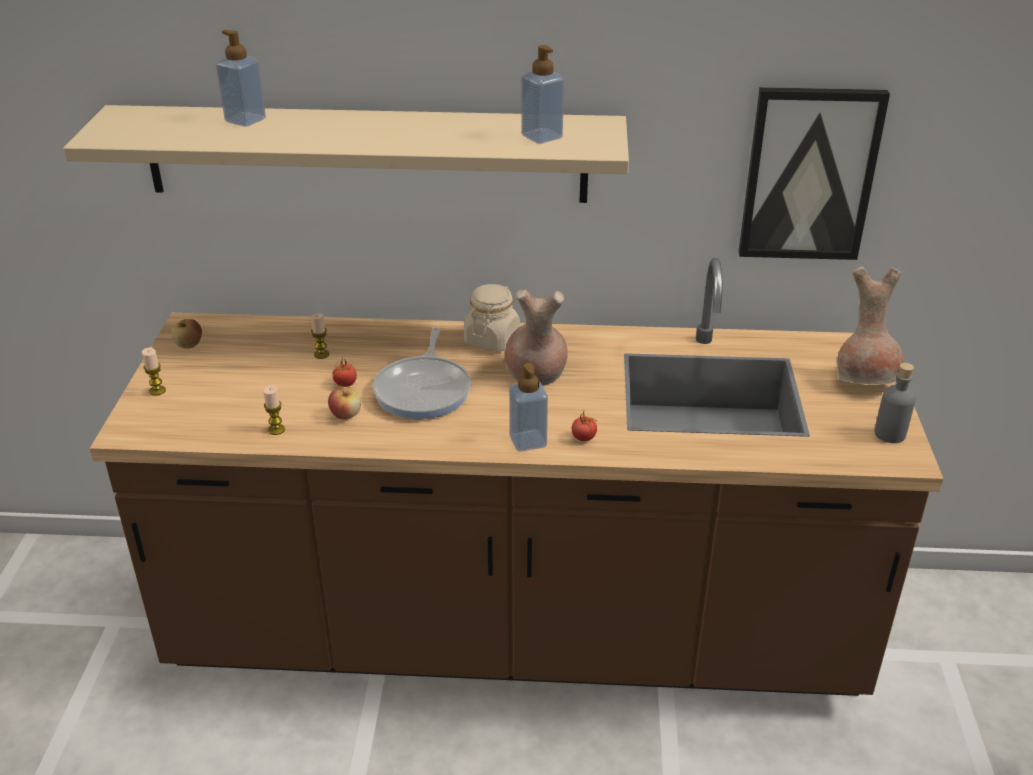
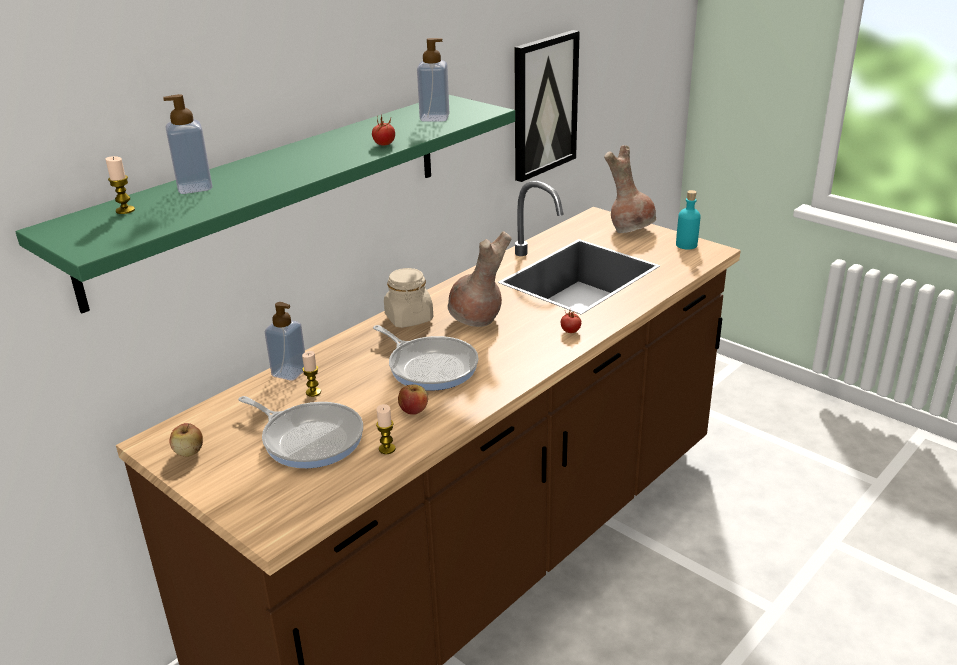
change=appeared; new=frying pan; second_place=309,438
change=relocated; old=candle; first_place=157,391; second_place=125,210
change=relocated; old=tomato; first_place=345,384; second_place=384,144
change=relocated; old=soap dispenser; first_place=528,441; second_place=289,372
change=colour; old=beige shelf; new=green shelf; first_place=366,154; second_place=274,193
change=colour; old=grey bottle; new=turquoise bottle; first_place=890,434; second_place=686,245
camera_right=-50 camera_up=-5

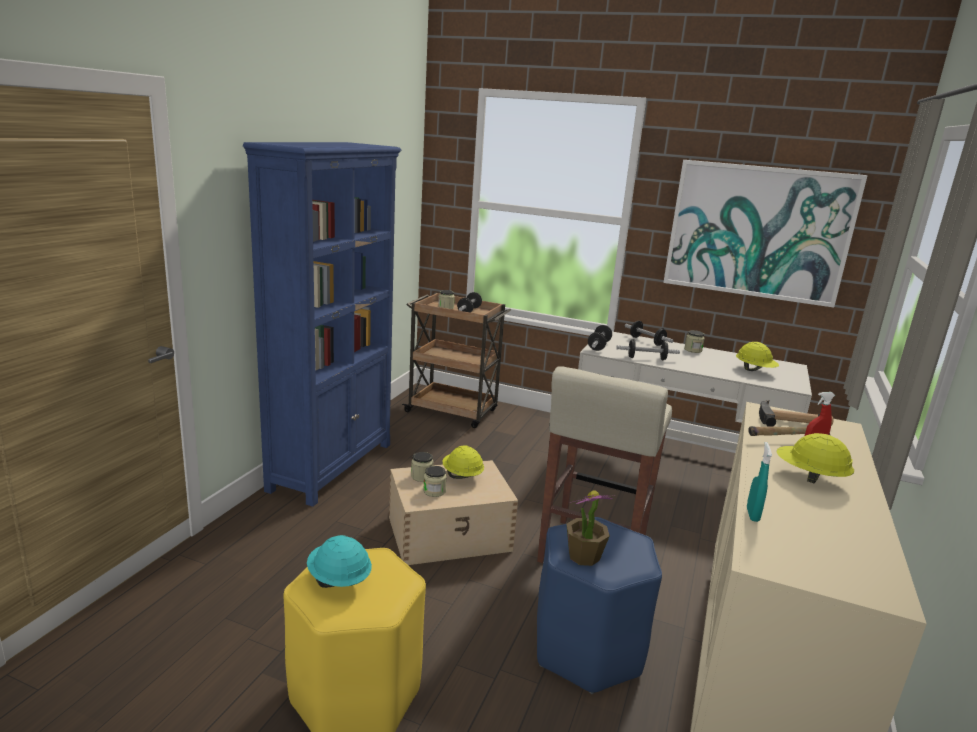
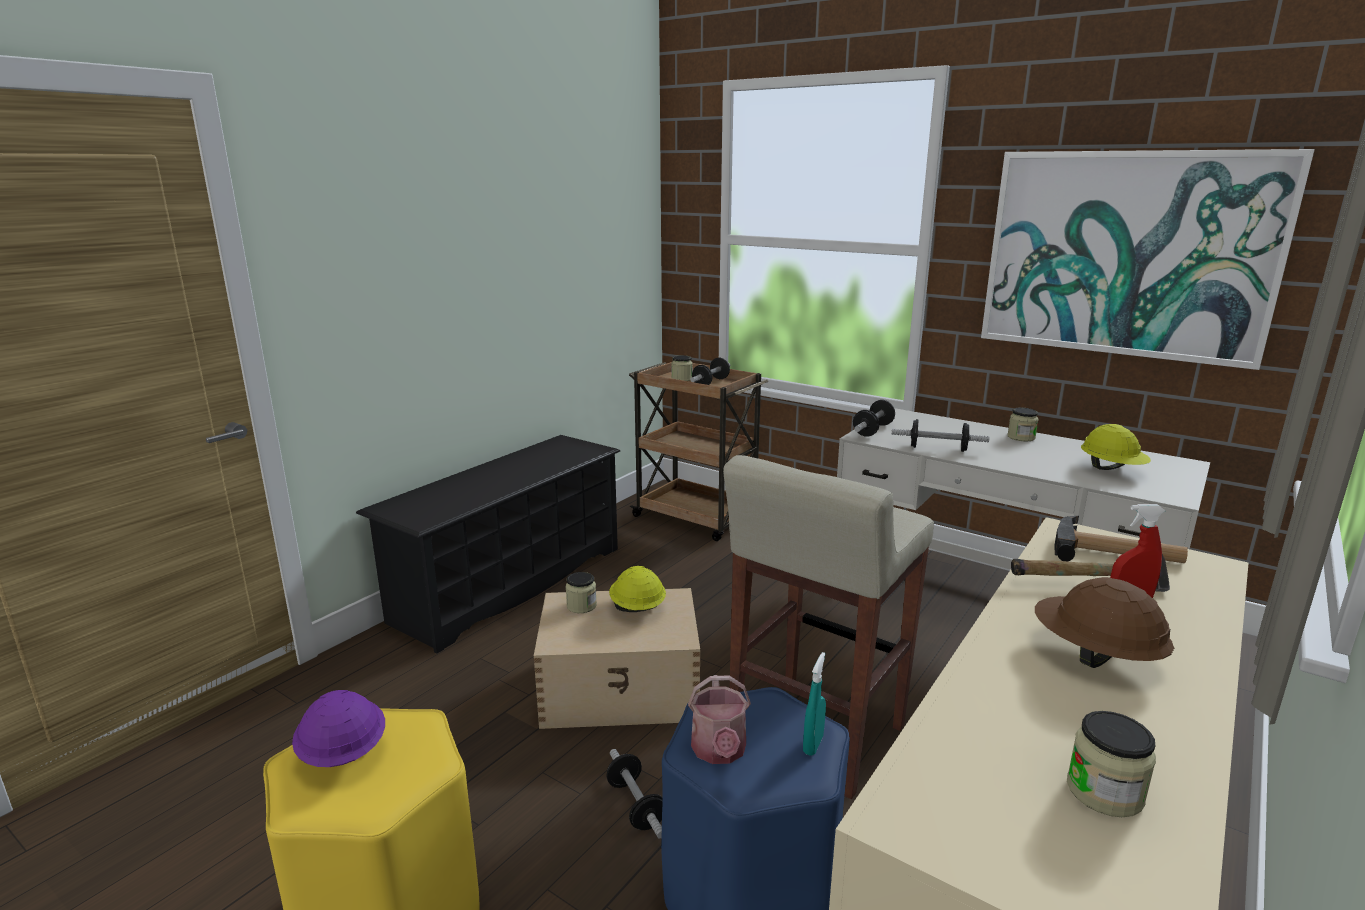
change=relocated; old=jar; first_place=434,491; second_place=1104,792
change=relocated; old=dumbbell; first_place=647,341; second_place=636,805
change=relocated; old=turquoise spray bottle; first_place=752,515; second_place=813,744
change=exchanged; old=blue bookcase; new=black shoe rack; first_place=332,466; second_place=510,583
change=exchanged; old=potted plant; new=watering can; first_place=583,556; second_place=719,751
change=colour; old=turquoise hard hat; new=purple hard hat; first_place=338,580; second_place=343,753
change=colour; old=yellow hard hat; new=brown hard hat; first_place=809,477; second_place=1094,655
camera_right=15 camera_up=0

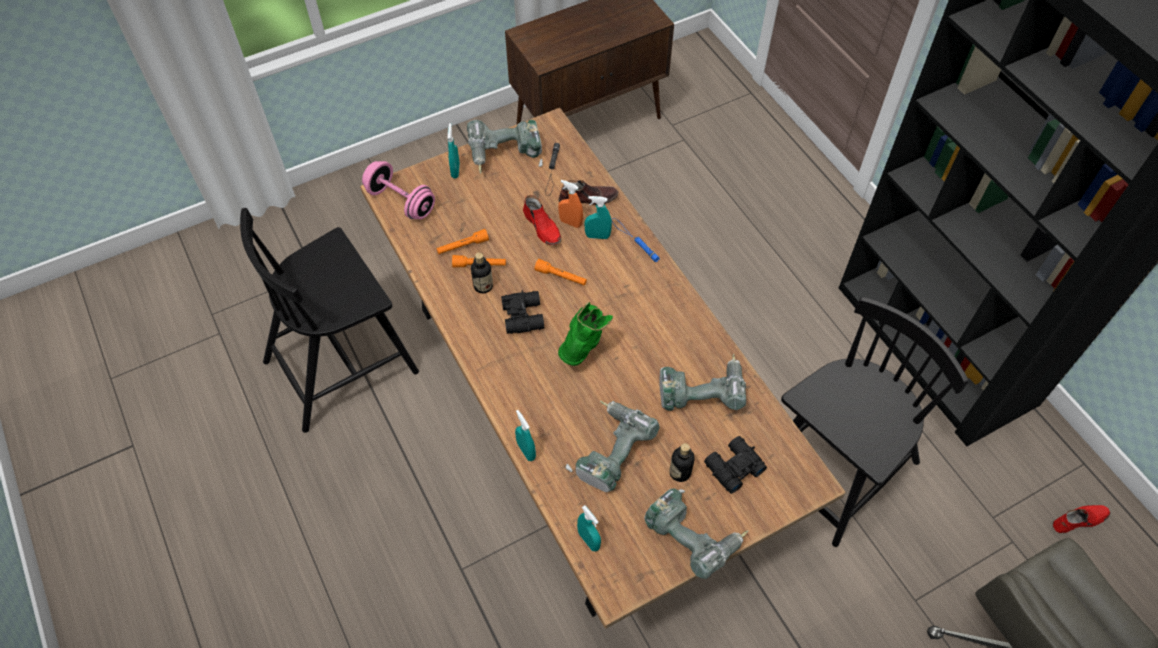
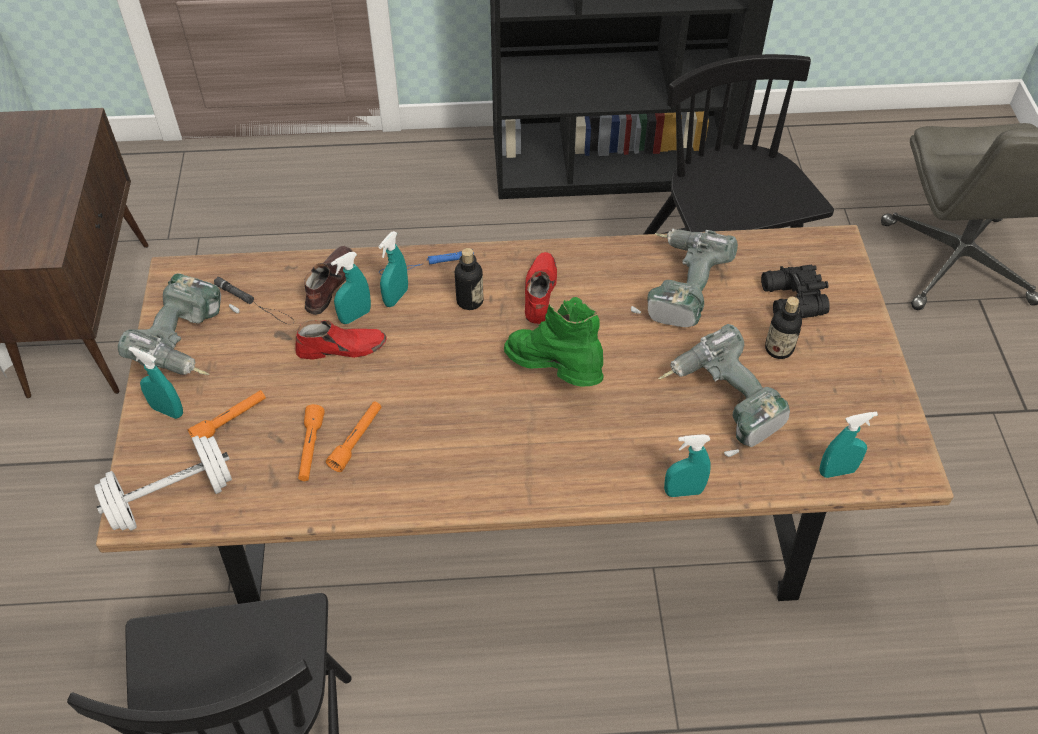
change=missing; old=black binoculars; first_place=524,315
change=missing; old=power drill; first_place=693,536
change=relocated; old=bottle; first_place=483,286; second_place=470,301
change=relocated; old=orange flashlight; first_place=561,277; second_place=230,421
change=relocated; old=red shoe; first_place=1078,519; second_place=539,292
change=colour; old=pink dumbbell; new=white dumbbell; first_place=401,202; second_place=172,498
change=colour; old=orange spray bottle; new=turquoise spray bottle; first_place=570,222; second_place=355,316
camera_right=-65 camera_up=-5

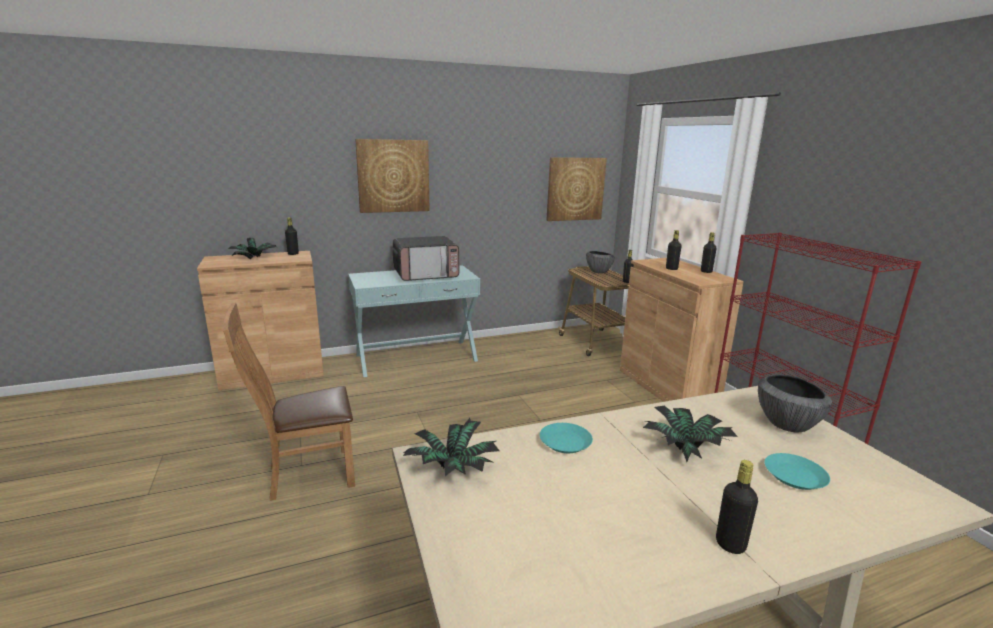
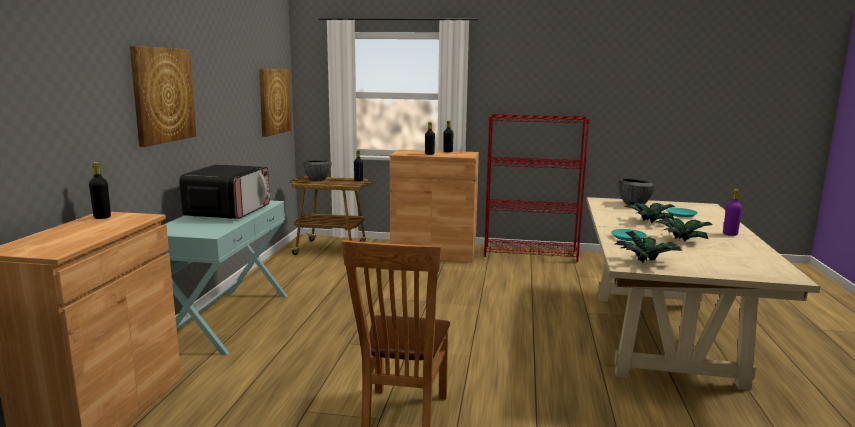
change=relocated; old=potted plant; first_place=255,259; second_place=682,240
change=colour; old=black bottle; new=purple bottle; first_place=730,544; second_place=730,234
camera_right=-60 camera_up=-5

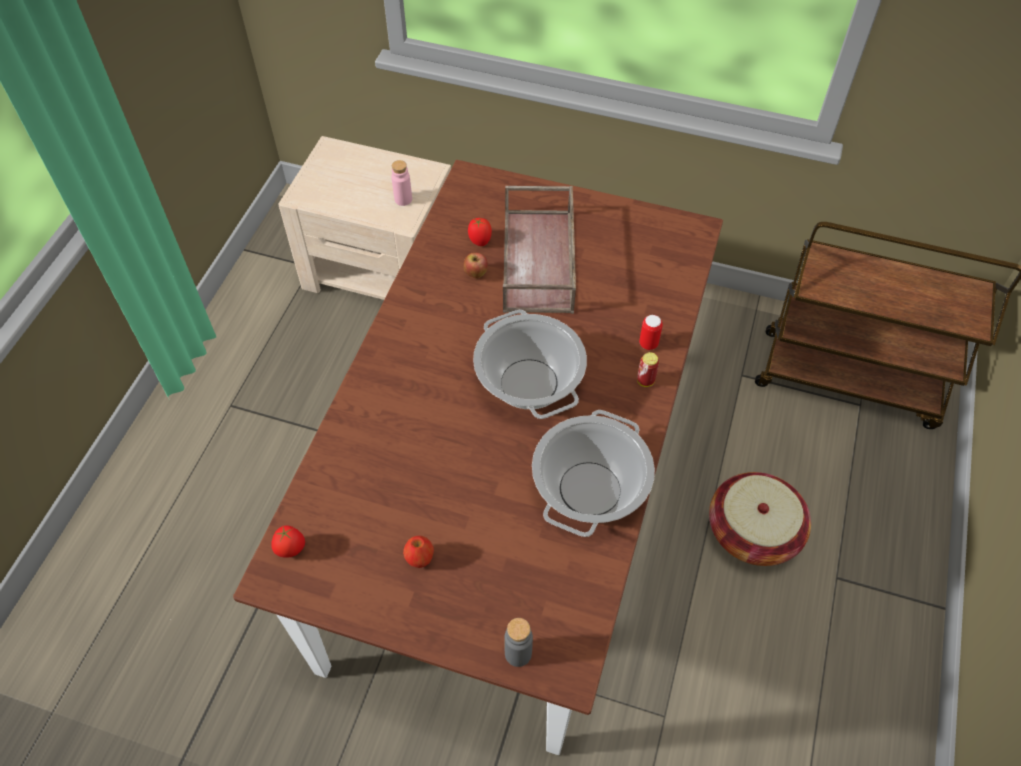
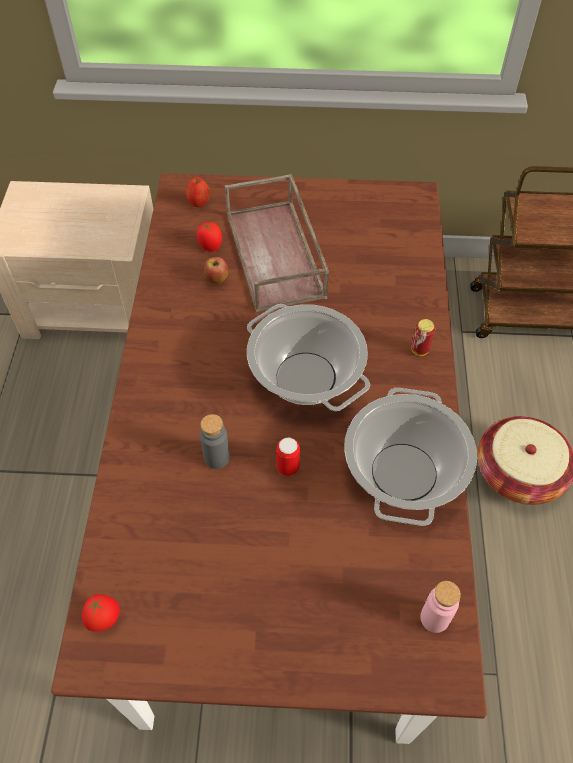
change=relocated; old=pink bottle; first_place=403,199; second_place=434,618
change=relocated; old=apple; first_place=419,559; second_place=199,203
change=relocated; old=grey bottle; first_place=518,653; second_place=217,457
change=relocated; old=can; first_place=648,344; second_place=288,467
camera_right=-15 camera_up=0

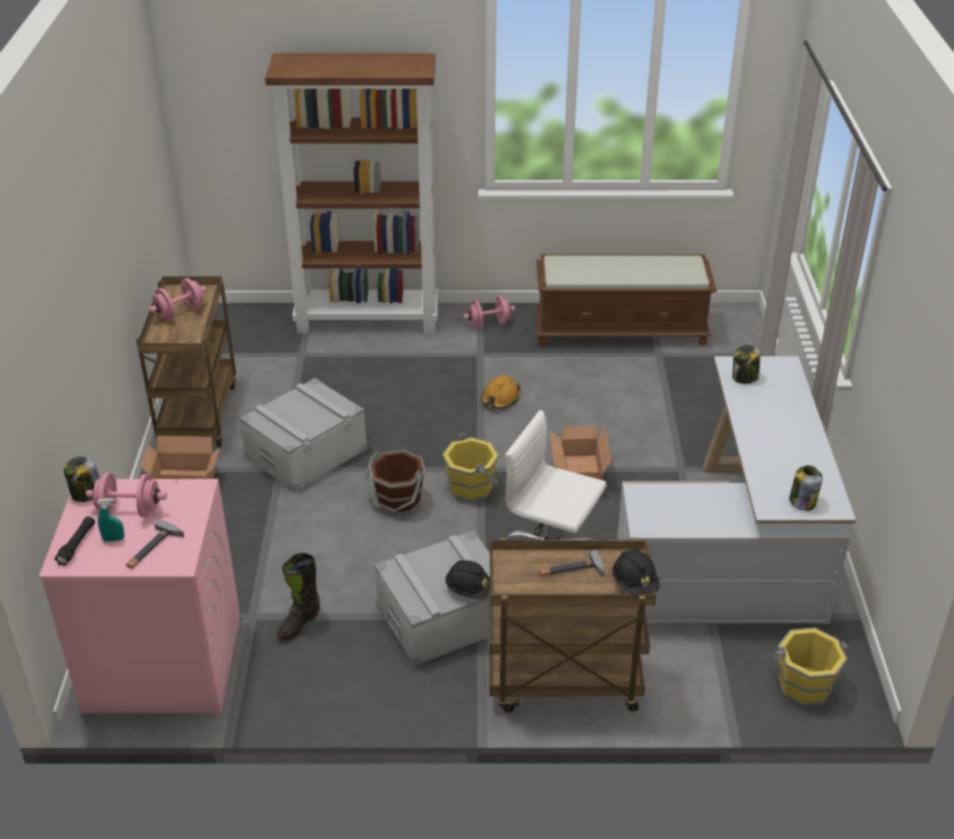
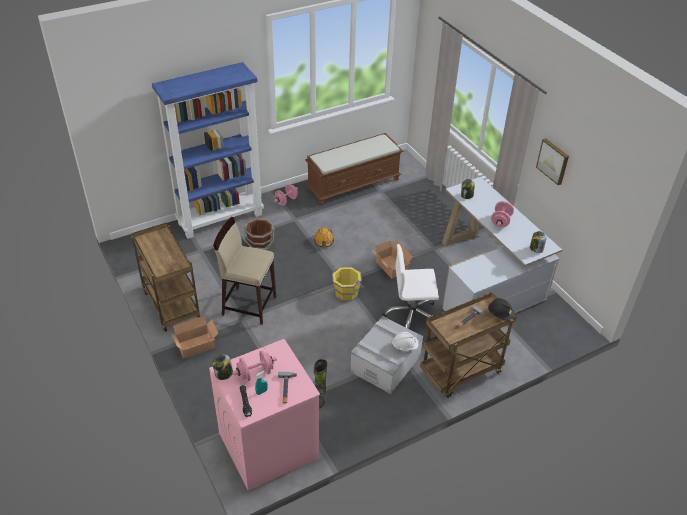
change=missing; old=yellow bucket; first_place=803,685
change=appeared; new=picture; second_place=553,161
change=relocated; old=pink dumbbell; first_place=180,313; second_place=500,221
change=relocated; old=brown bucket; first_place=398,501; second_place=260,244
change=exchanged; old=grey storage box; new=beige stool; first_place=306,453; second_place=249,305
change=colour; old=brown bookcase; new=blue bookcase; first_place=368,320; second_place=221,218
change=colour; old=black hard hat; new=white hard hat; first_place=469,590; second_place=404,346
camera_right=-30 camera_up=5

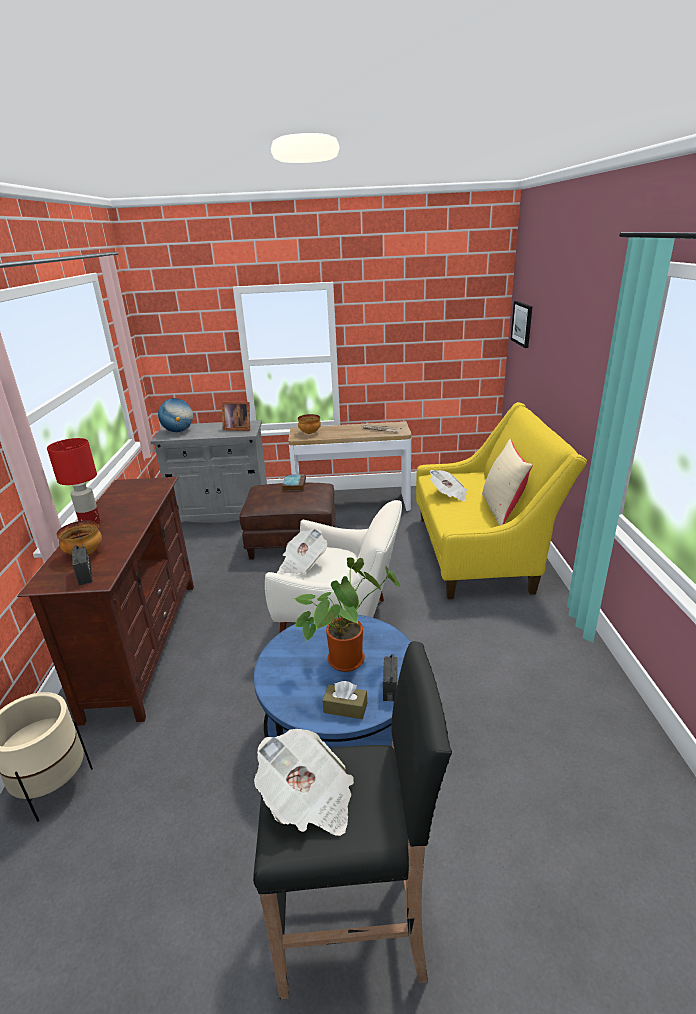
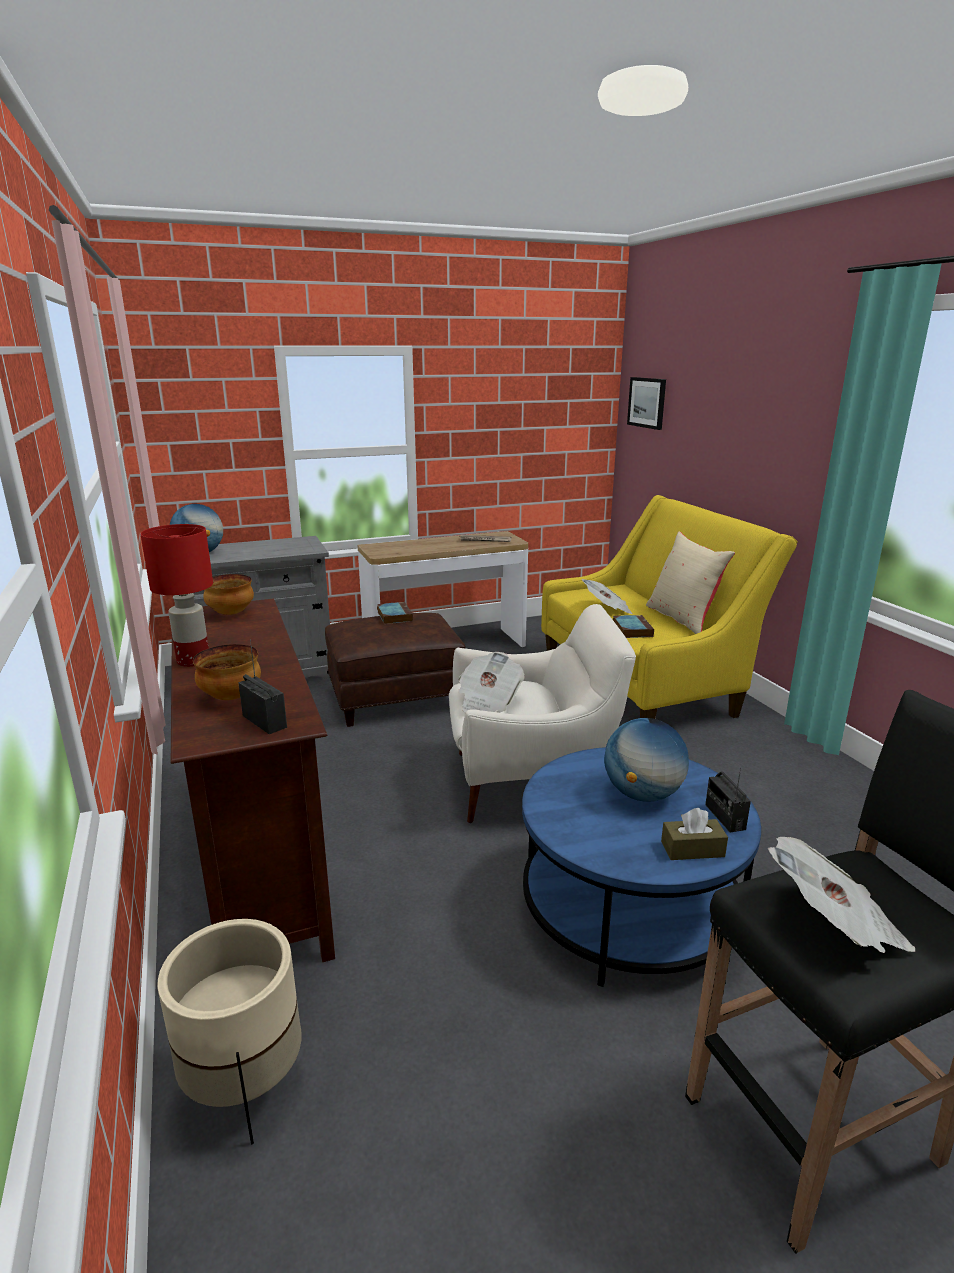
change=missing; old=picture frame; first_place=237,428
change=appeared; new=book; second_place=631,629
change=relocated; old=bowl; first_place=309,433; second_place=230,613
change=exchanged; old=potted plant; new=globe; first_place=347,657; second_place=642,794
camera_right=-20 camera_up=-5

